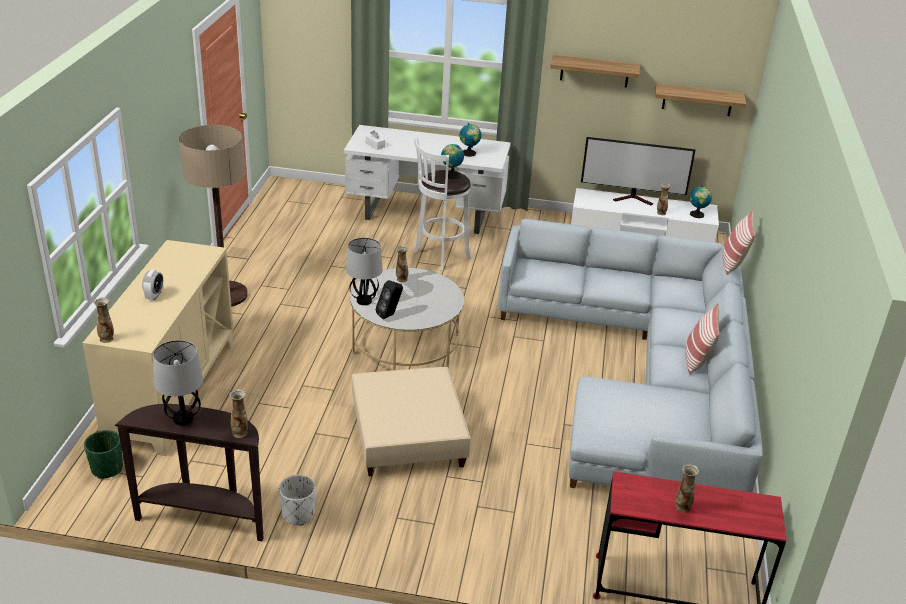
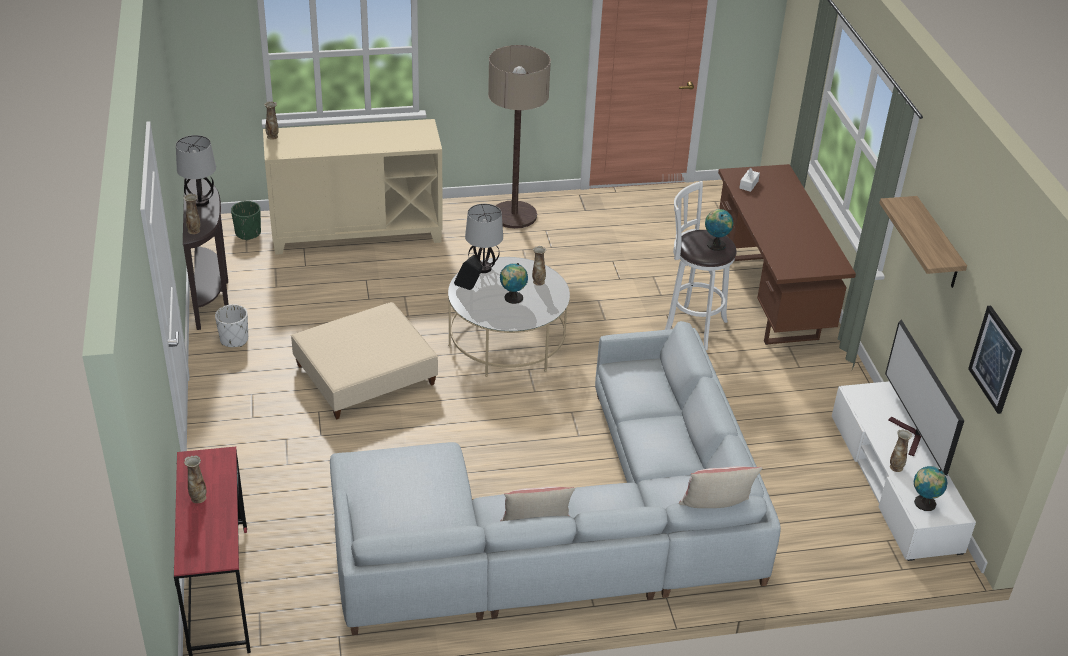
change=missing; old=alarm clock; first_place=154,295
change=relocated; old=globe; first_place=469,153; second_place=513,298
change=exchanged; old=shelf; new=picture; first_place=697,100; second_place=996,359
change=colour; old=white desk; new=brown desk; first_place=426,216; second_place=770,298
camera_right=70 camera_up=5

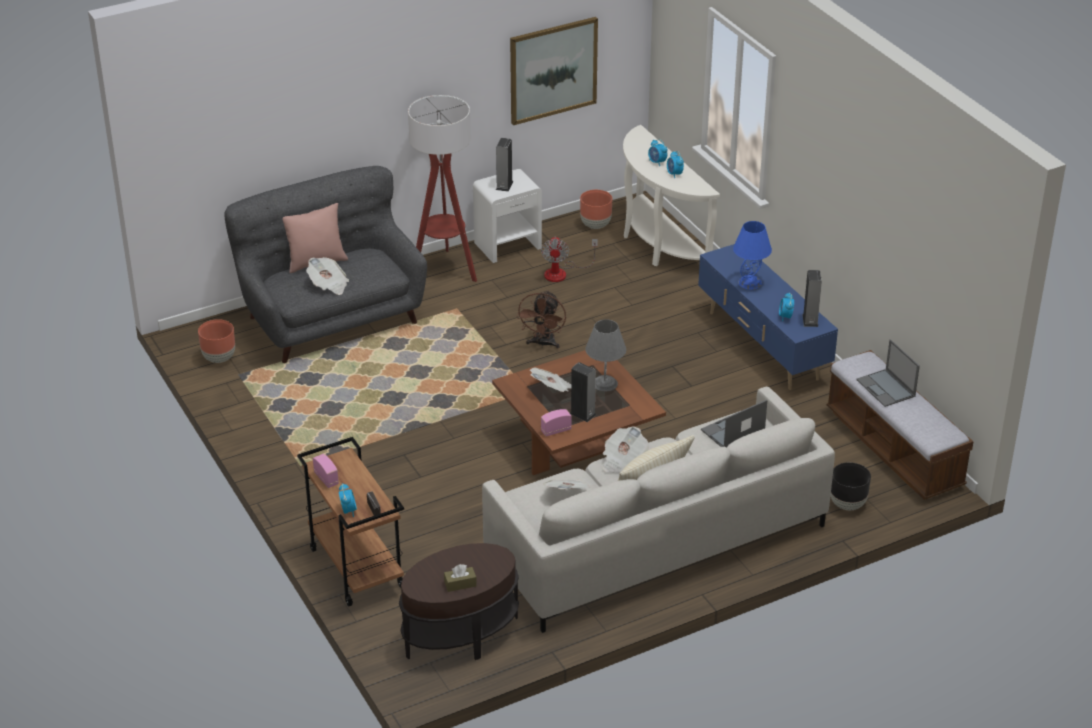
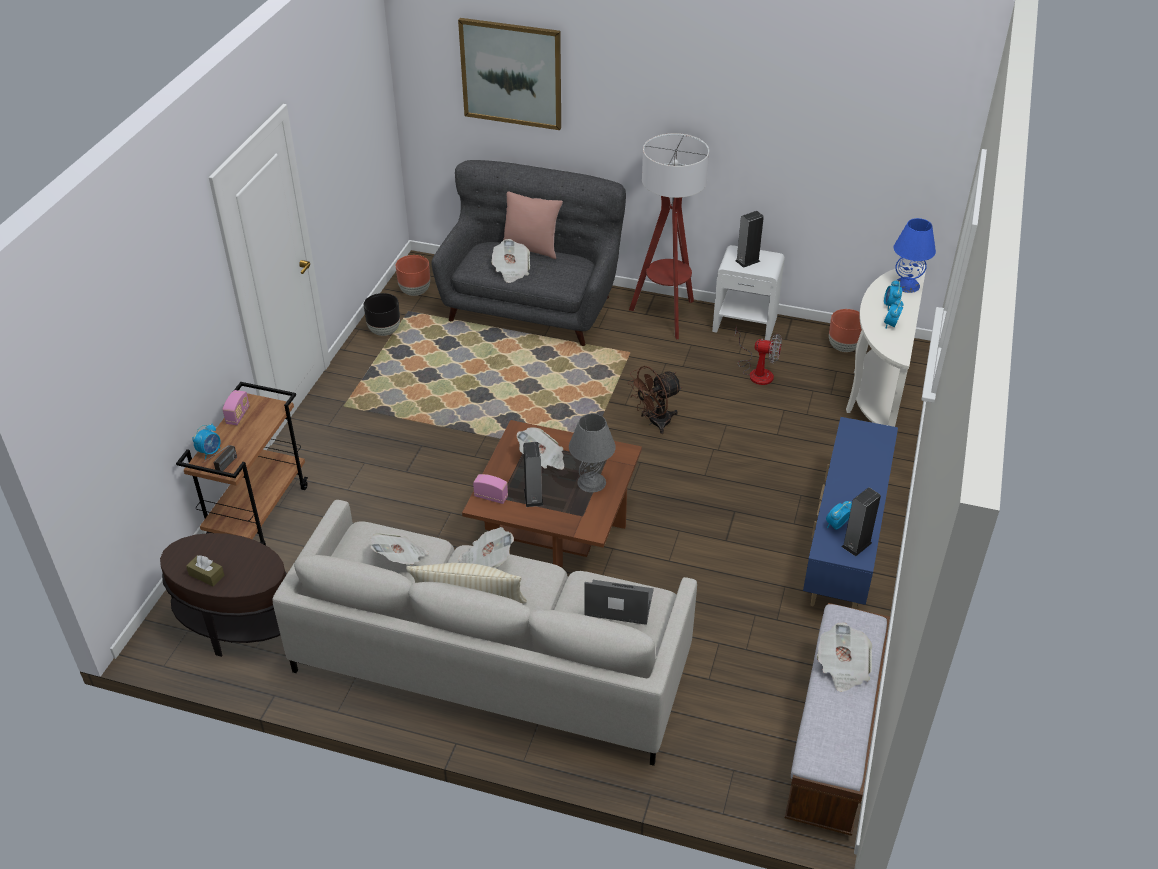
change=relocated; old=picture; first_place=553,70; second_place=511,73
change=relocated; old=blue table lamp; first_place=749,283; second_place=906,285
change=relocated; old=black planter; first_place=847,504; second_place=384,331
change=exchanged; old=laptop; new=newspaper; first_place=886,388; second_place=842,668
change=spun; old=fan; first_place=562,272; second_place=757,371; degrees=-120
camera_right=45 camera_up=5

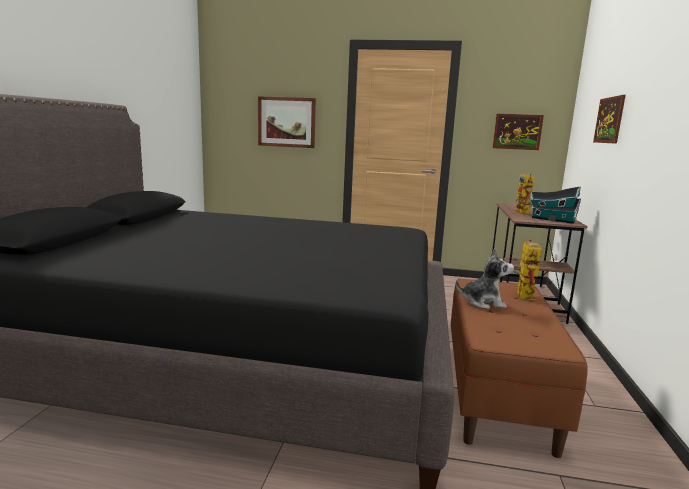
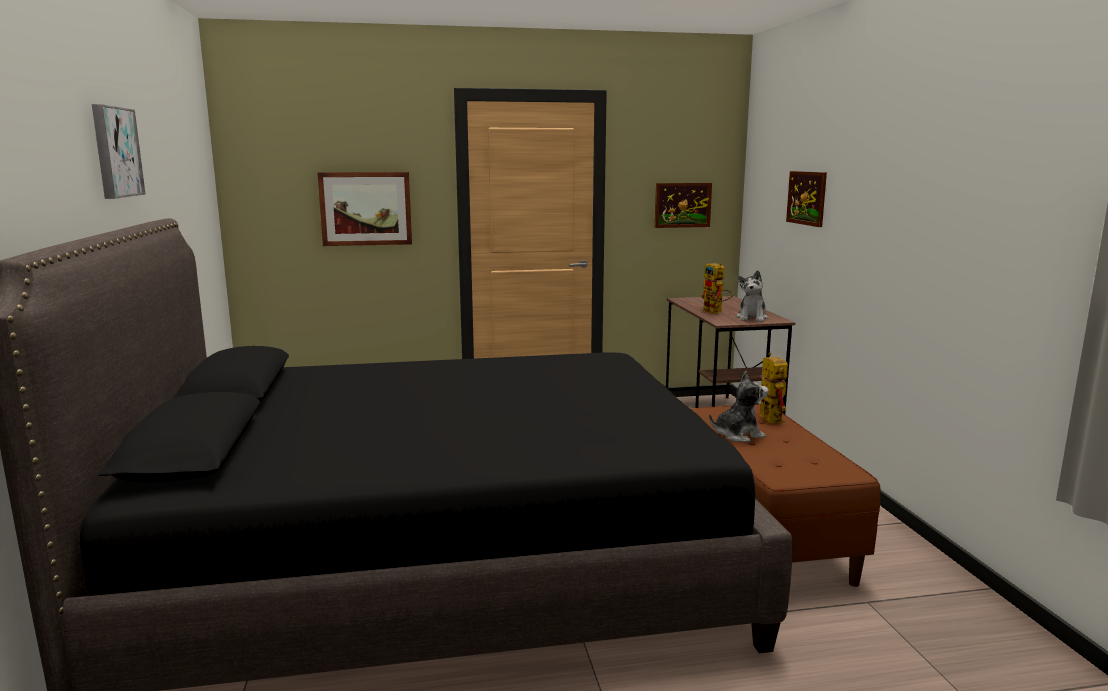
change=appeared; new=picture; second_place=115,152
change=exchanged; old=toy house; new=plush toy; first_place=551,219; second_place=752,318
camera_right=-20 camera_up=0

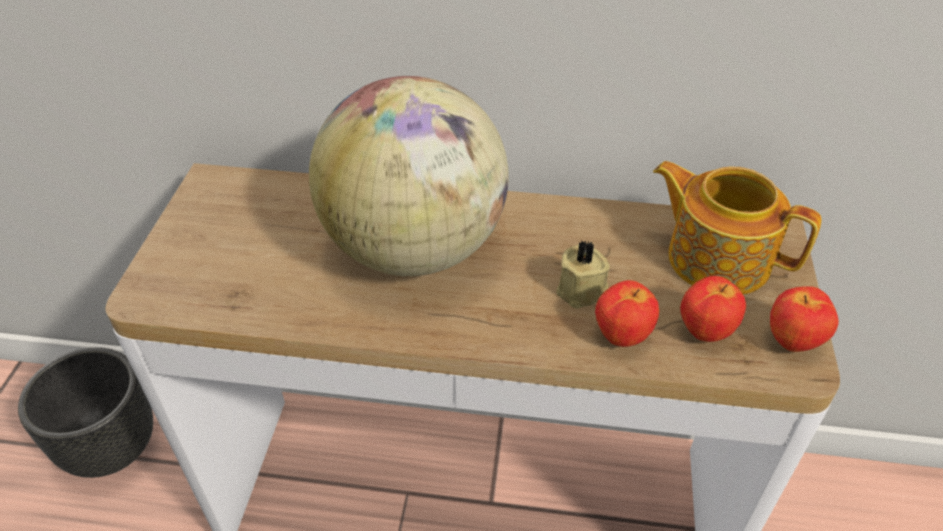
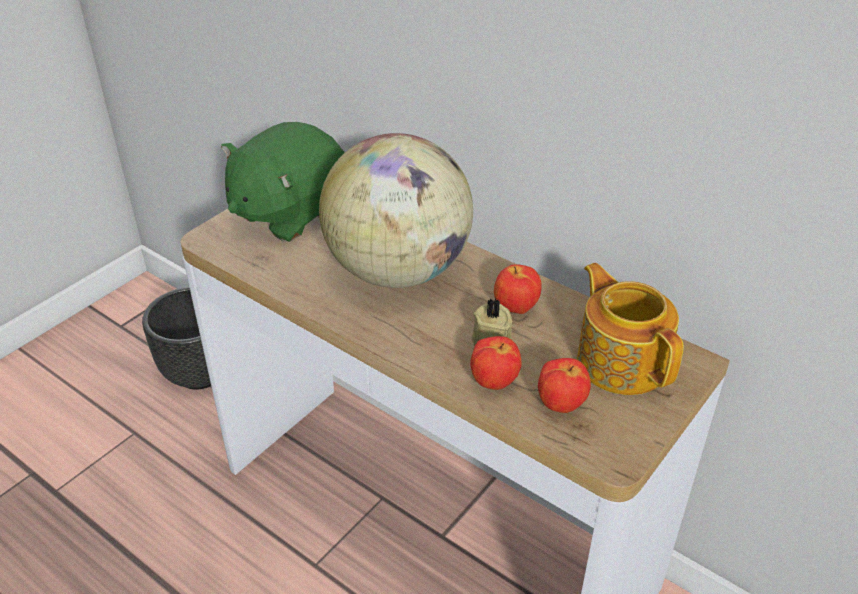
change=appeared; new=green plush toy; second_place=289,213
change=relocated; old=apple; first_place=792,342; second_place=515,308
camera_right=30 camera_up=-5

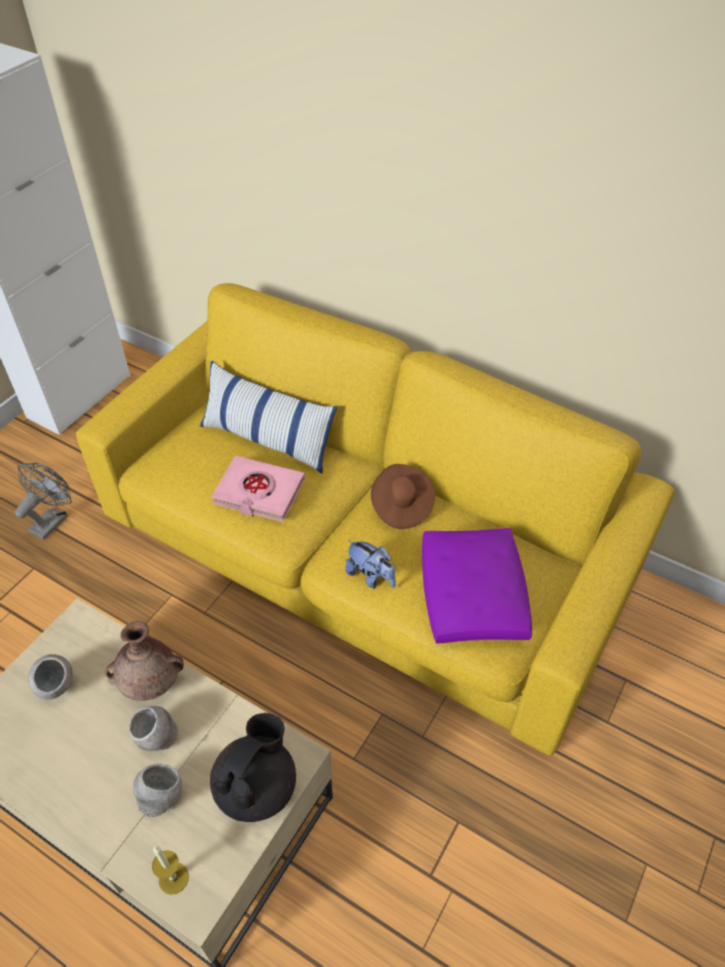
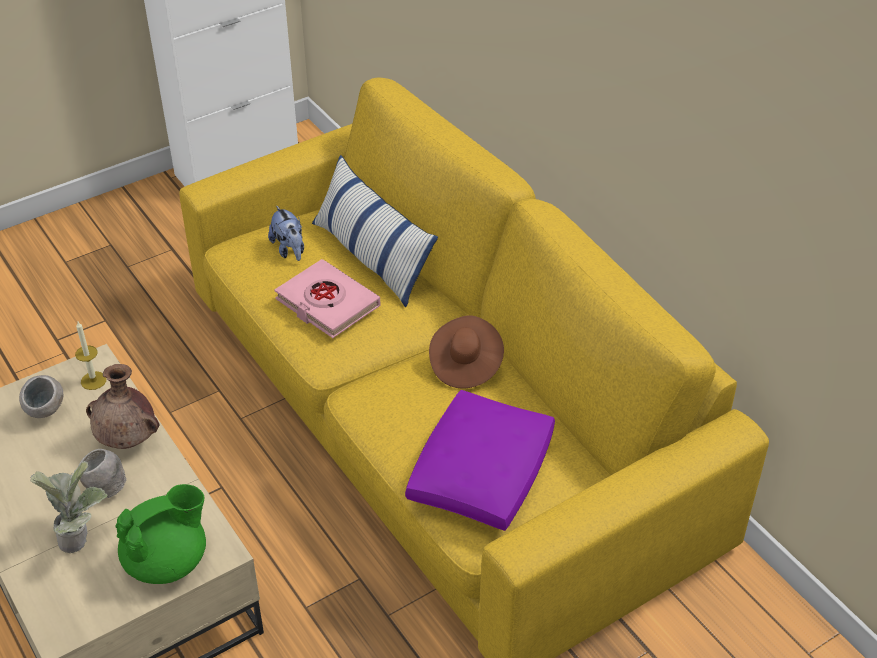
change=missing; old=grey fan; first_place=52,520
change=relocated; old=candle; first_place=173,878; second_place=93,380
change=relocated; old=plush toy; first_place=371,576; second_place=289,250
change=exchanged; old=grey bowl; new=potted plant; first_place=162,798; second_place=81,537
change=colour; old=black teapot; new=green teapot; first_place=257,786; second_place=168,561
camera_right=25 camera_up=-5

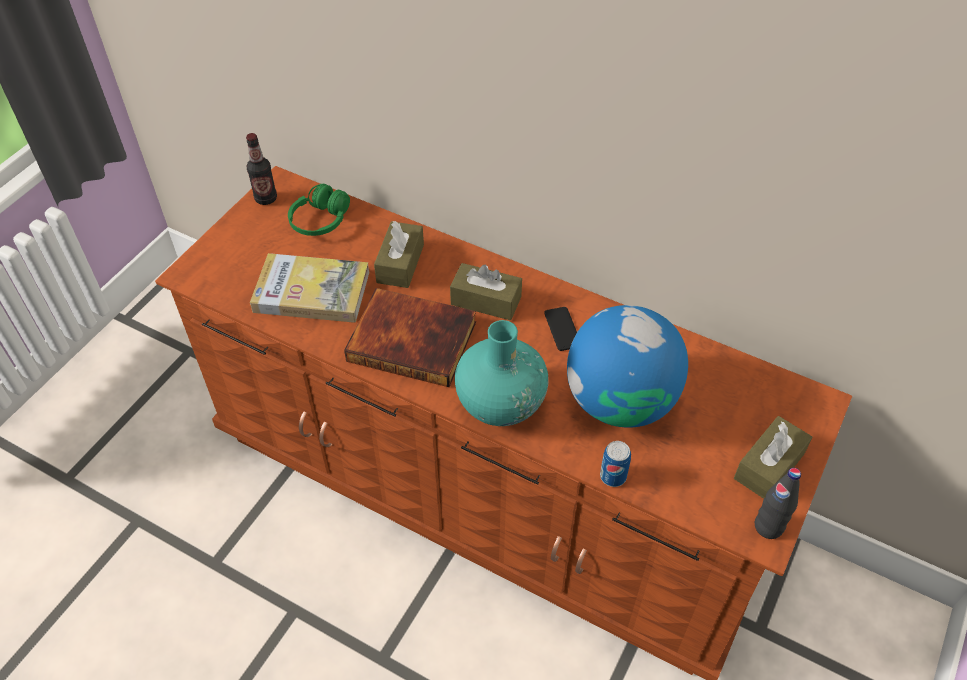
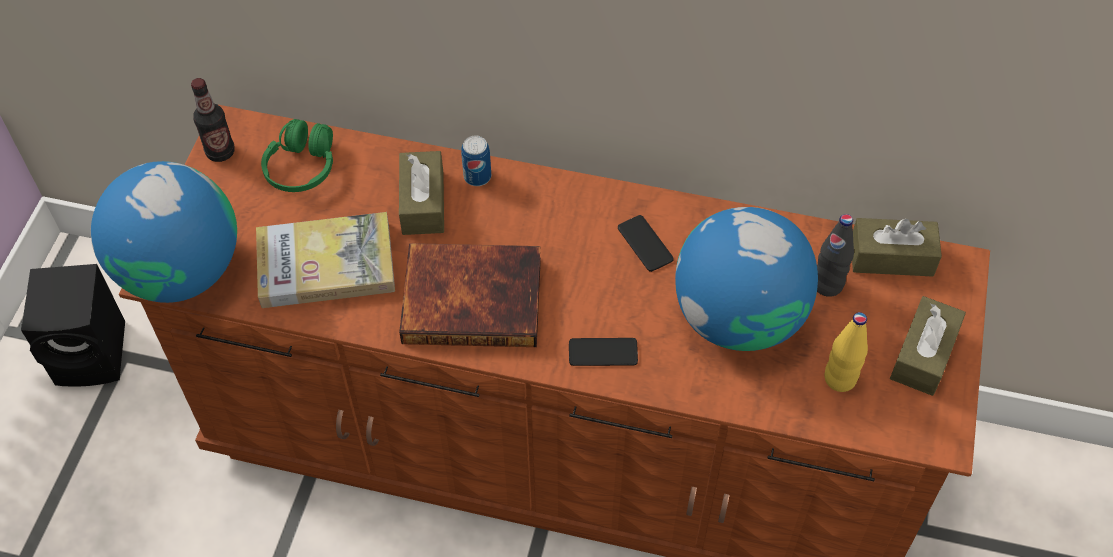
change=appeared; new=black speaker; second_place=94,354
change=appeared; new=globe; second_place=181,271
change=appeared; new=yellow bottle; second_place=839,379
change=relocated; old=brown tissue box; first_place=486,300; second_place=891,257
change=relocated; old=can; first_place=613,476; second_place=477,176
change=relocated; old=black bottle; first_place=768,527; second_place=827,284
change=exchanged; old=turquoise vase; new=phone; first_place=500,403; second_place=603,352
camera_right=-15 camera_up=5

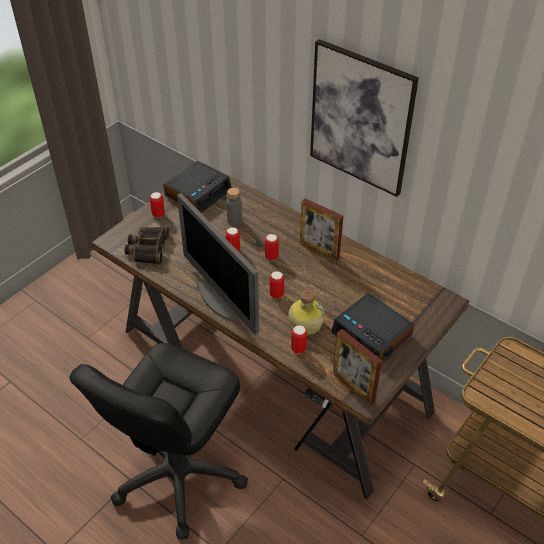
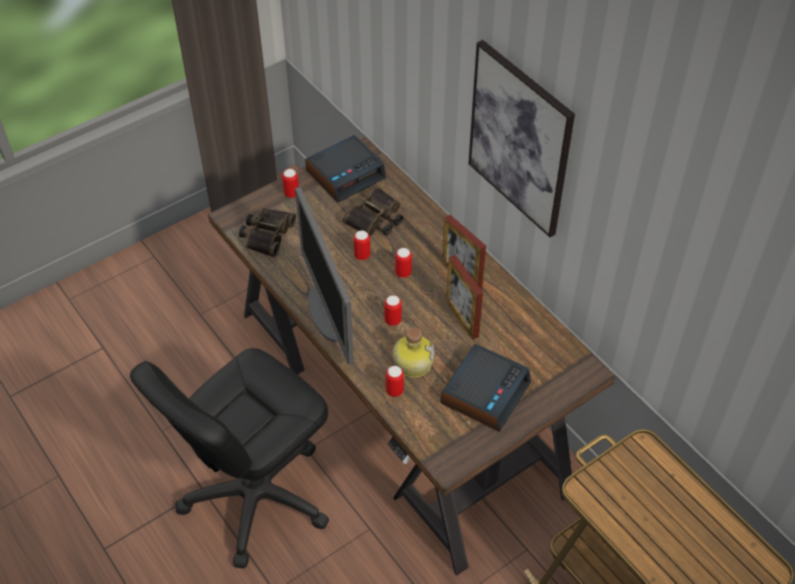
change=relocated; old=picture frame; first_place=353,387; second_place=462,319
change=exchanged; old=grey bottle; new=binoculars; first_place=234,221; second_place=376,219
change=spun; old=alarm clock; first_place=372,334; second_place=485,392; degrees=-120
camera_right=15 camera_up=5

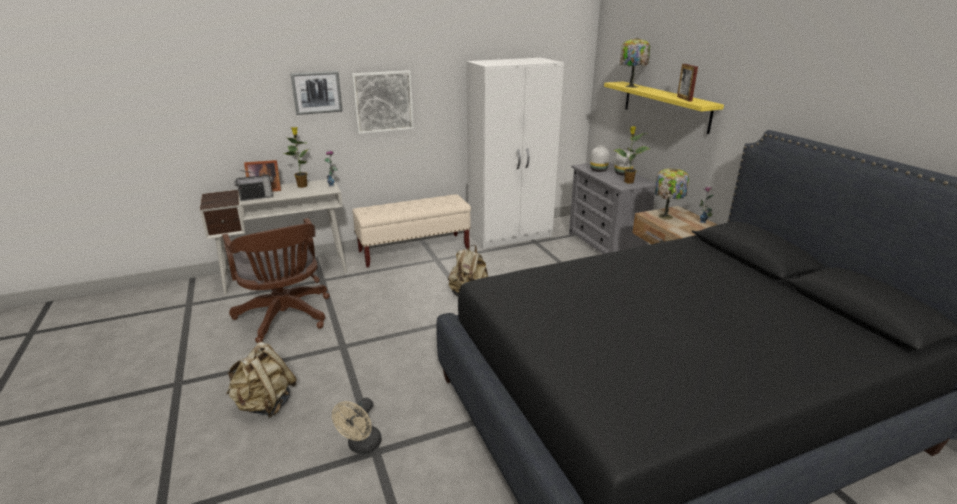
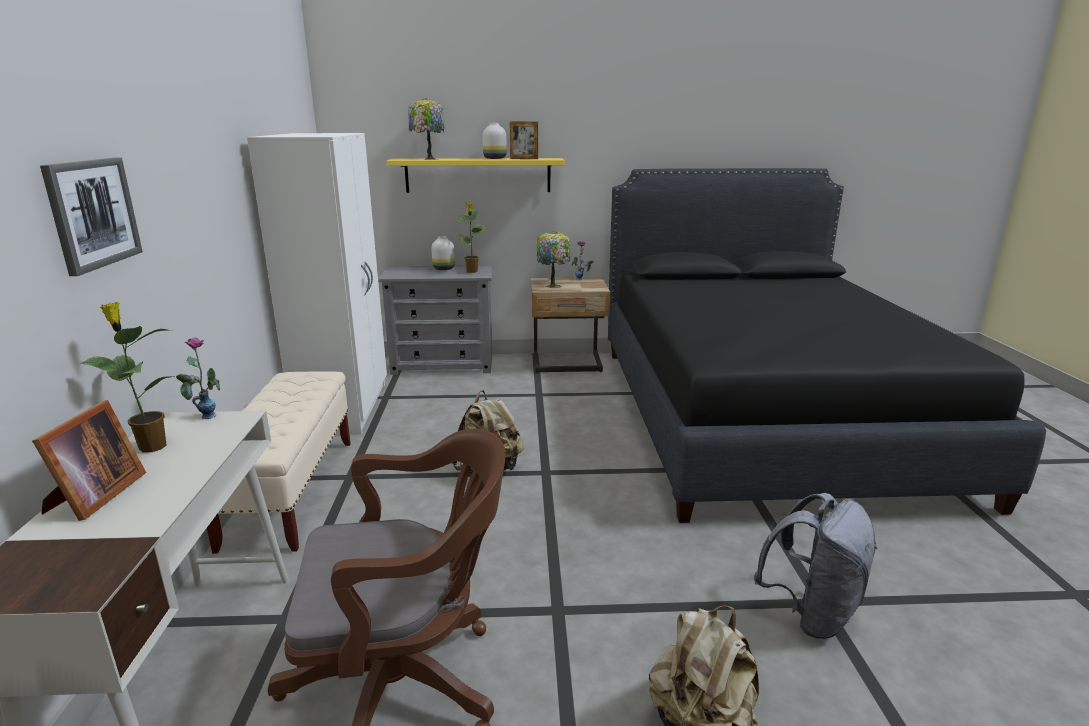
change=missing; old=radio; first_place=256,197
change=missing; old=picture; first_place=383,102
change=relocated; old=white vase; first_place=598,170; second_place=495,158
change=exchanged; old=beige fan; new=grey backpack; first_place=361,446; second_place=811,613
camera_right=-70 camera_up=-5

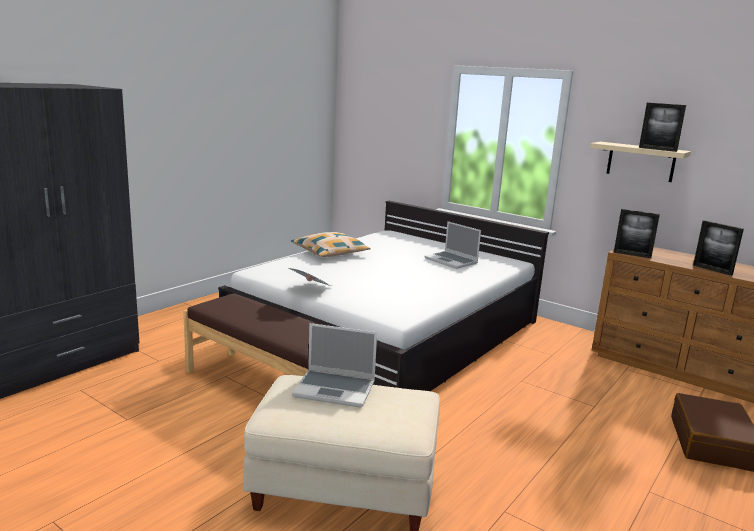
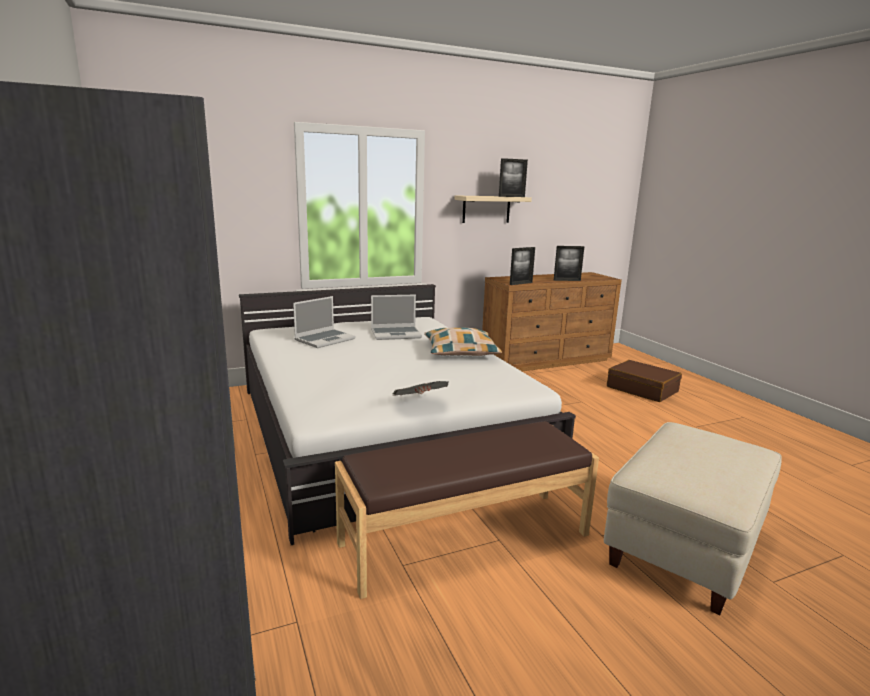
change=relocated; old=pillow; first_place=330,252; second_place=460,351
change=relocated; old=laptop; first_place=336,389; second_place=325,339
camera_right=-60 camera_up=0

